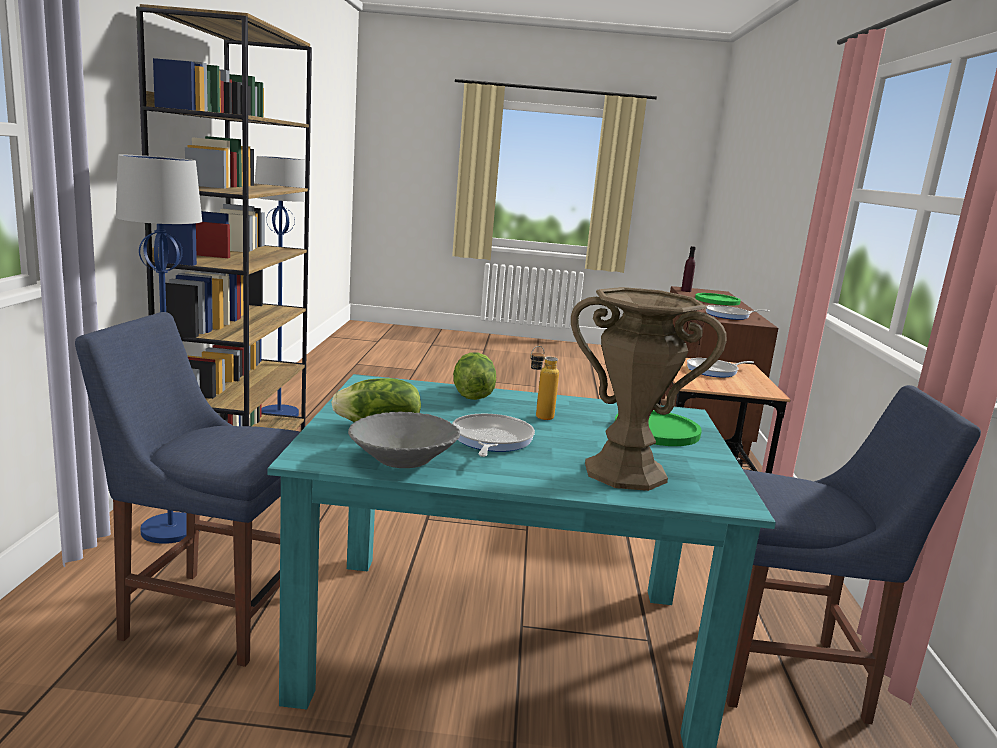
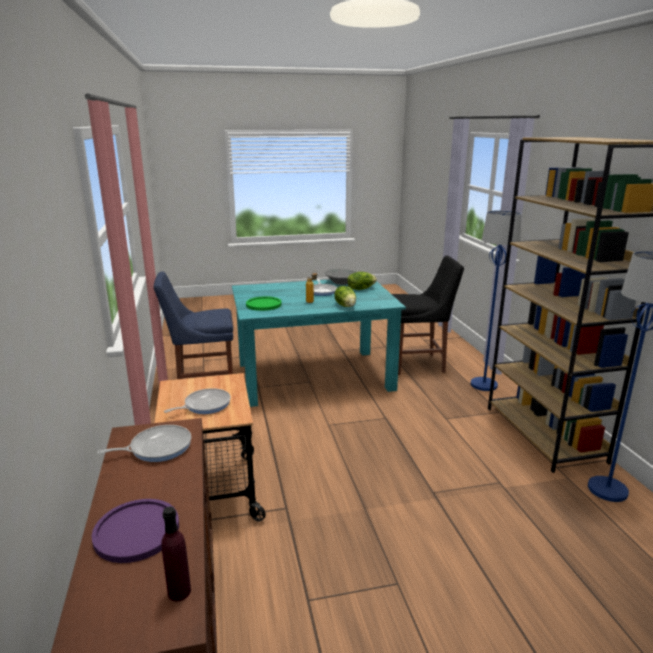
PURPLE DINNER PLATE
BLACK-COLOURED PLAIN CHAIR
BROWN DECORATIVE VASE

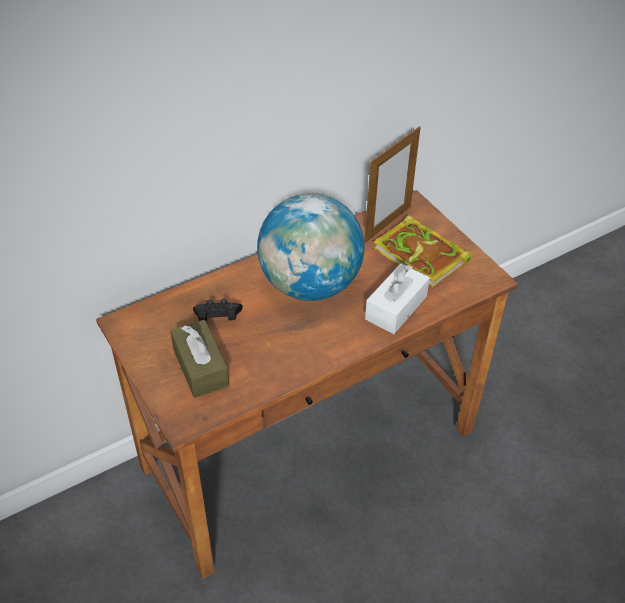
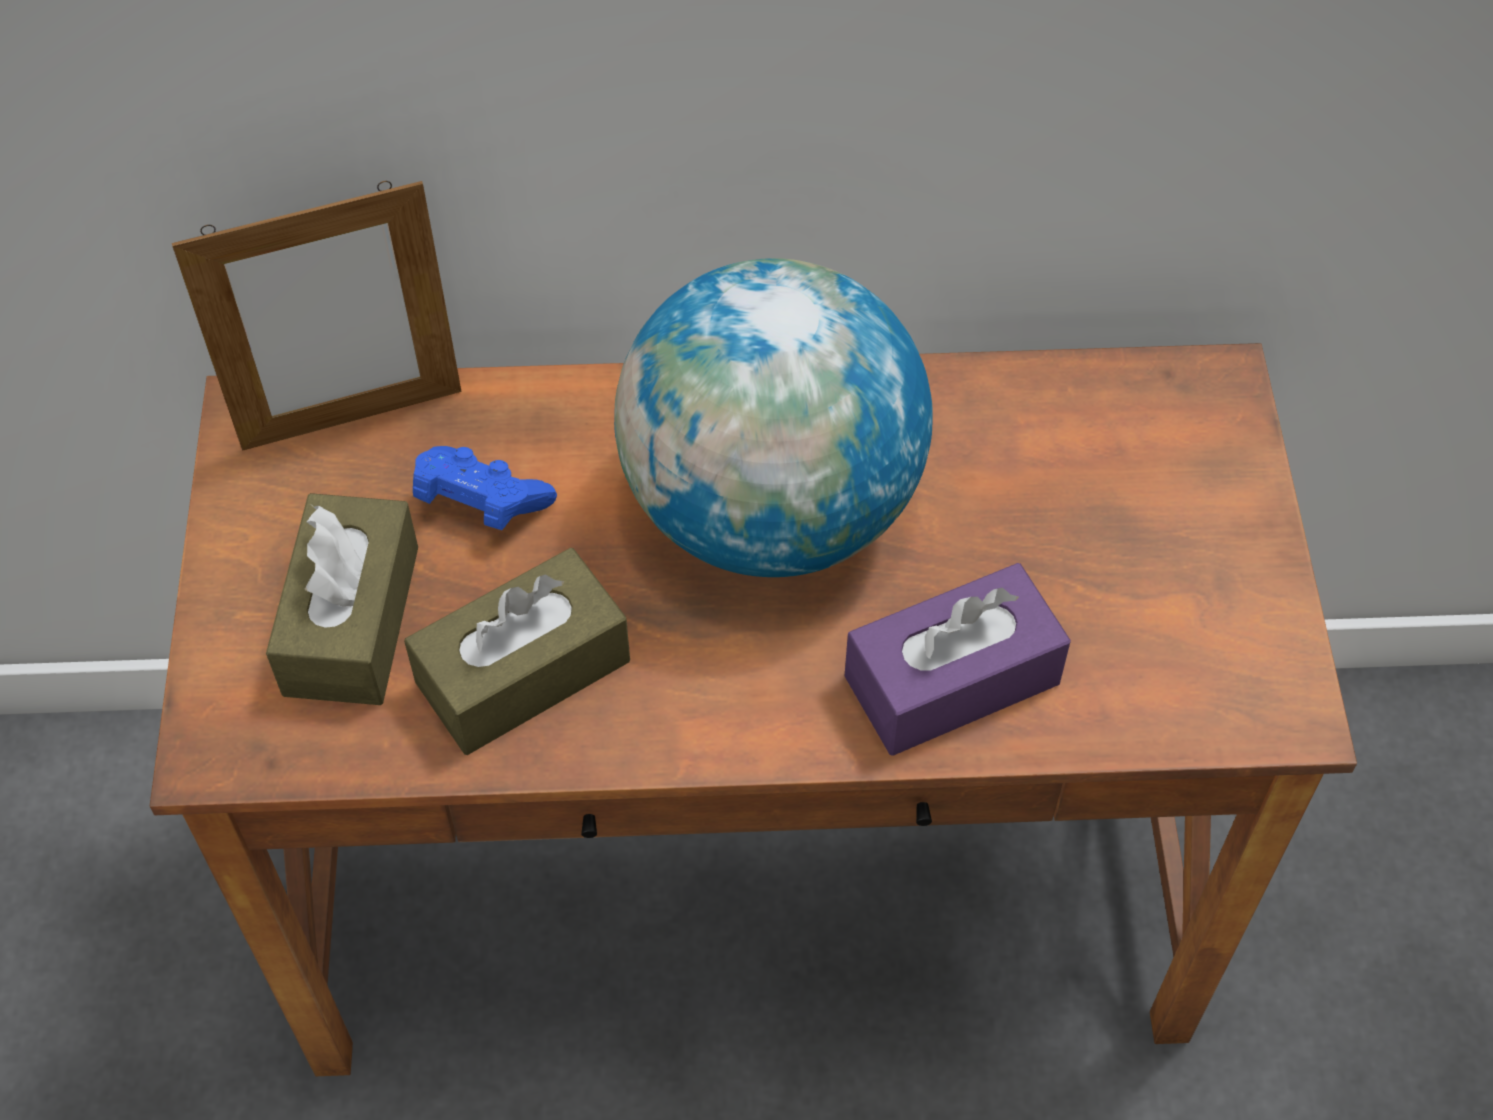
PICTURE FRAME
BROWN TISSUE HOLDER (2nd from left)
BLUE-COLOURED GAMEPAD
PURPLE TISSUE HOLDER
VOLUME

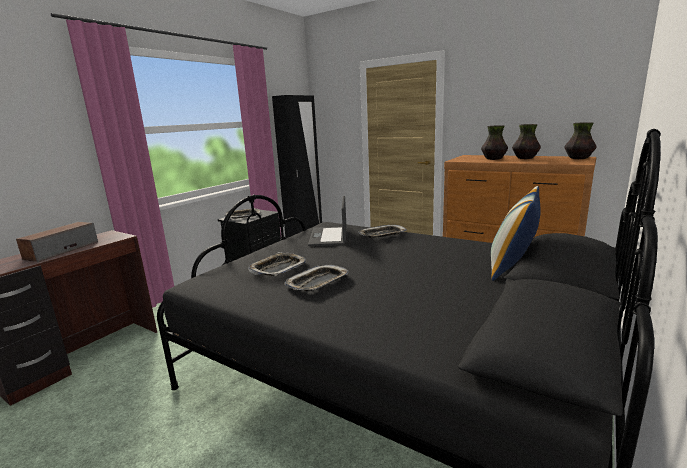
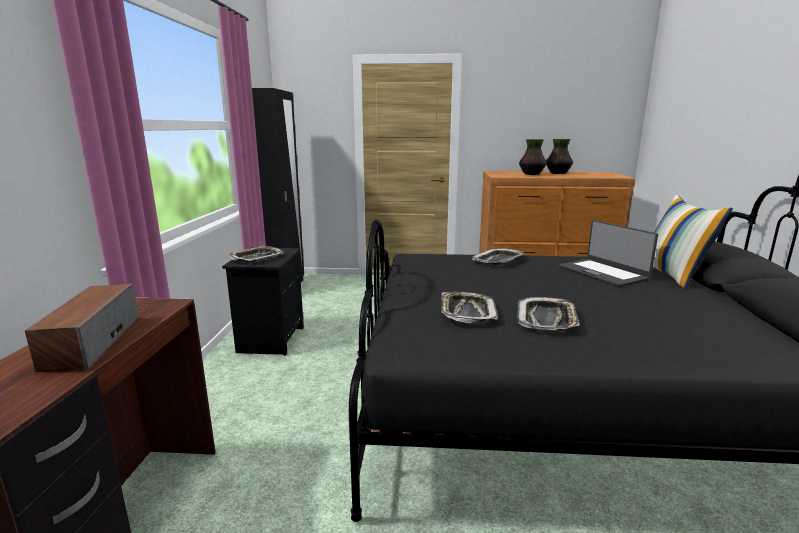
PORTABLE COMPUTER
DECORATIVE VASE (3rd from left in the first image)

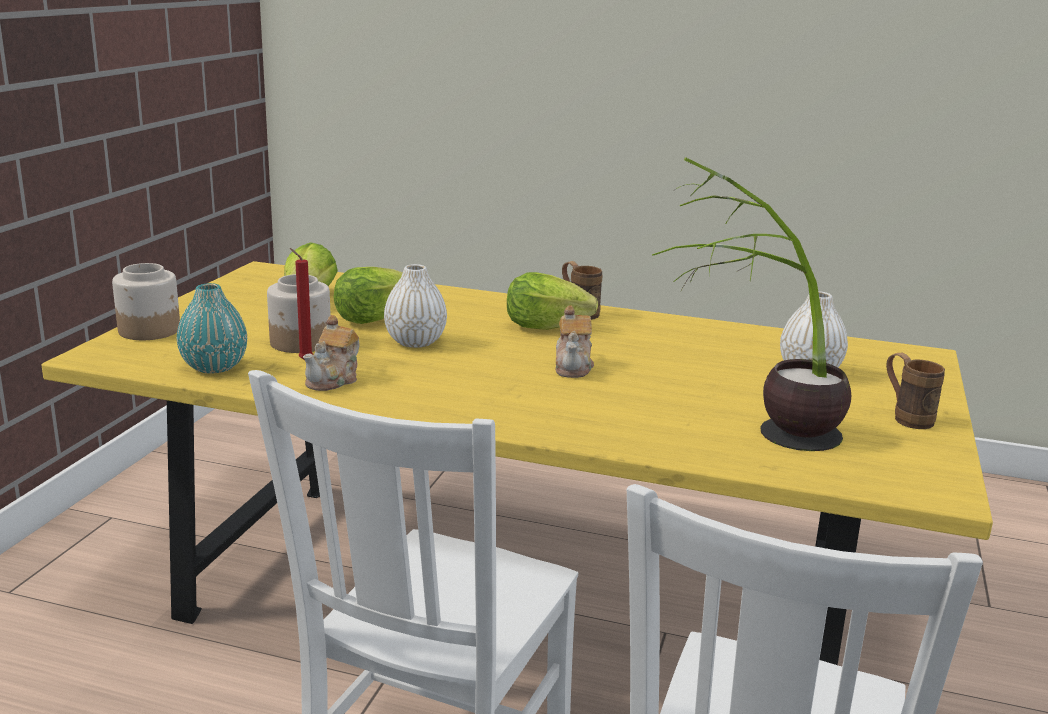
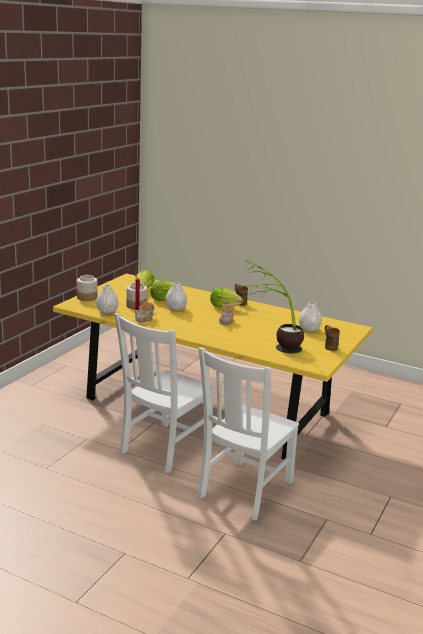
WHITE DECORATIVE VASE (1st from left)

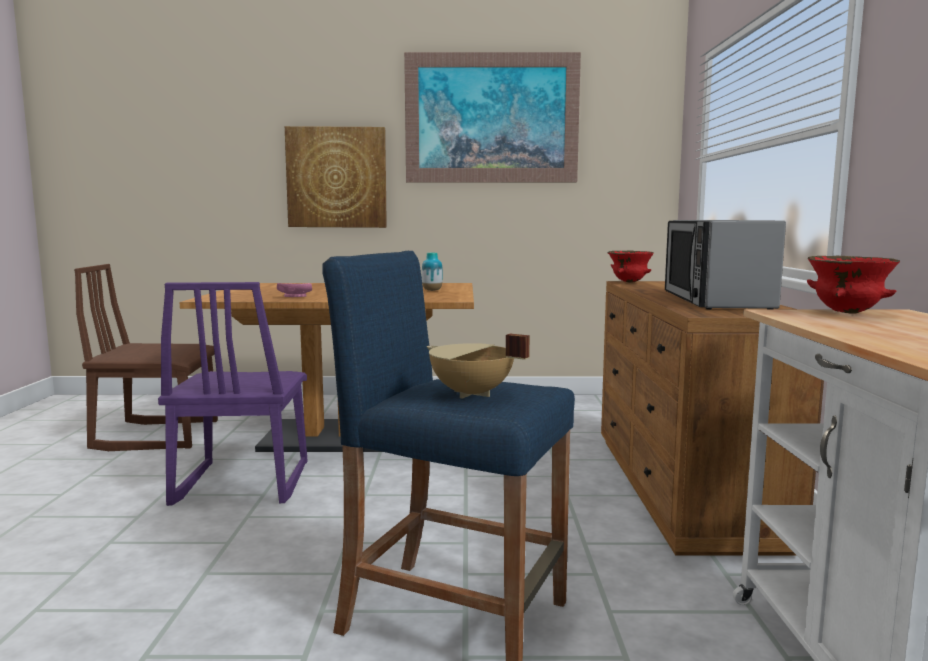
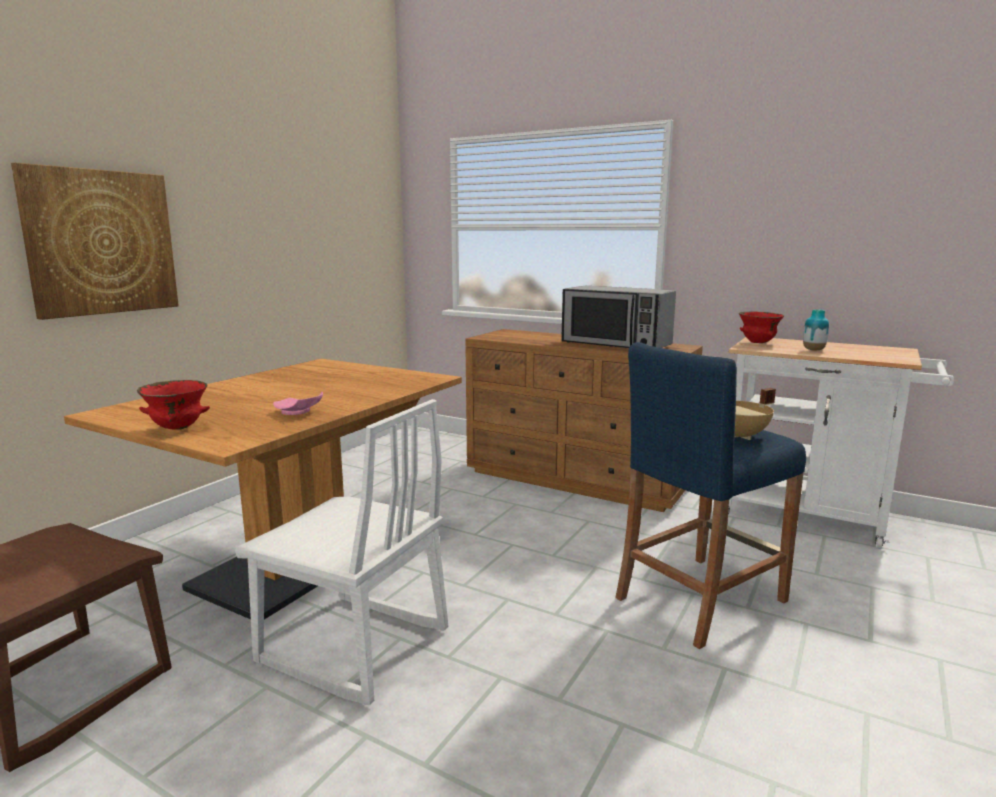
RED DEEP DISH (1st from left)
WHITE PLAIN CHAIR
DECORATIVE VASE
PICTURE (2nd from left in the first image)

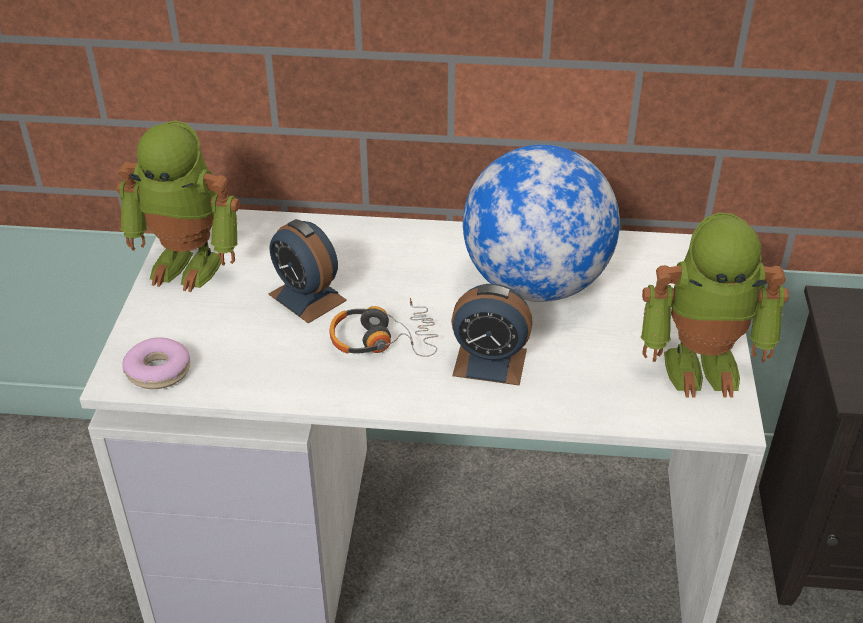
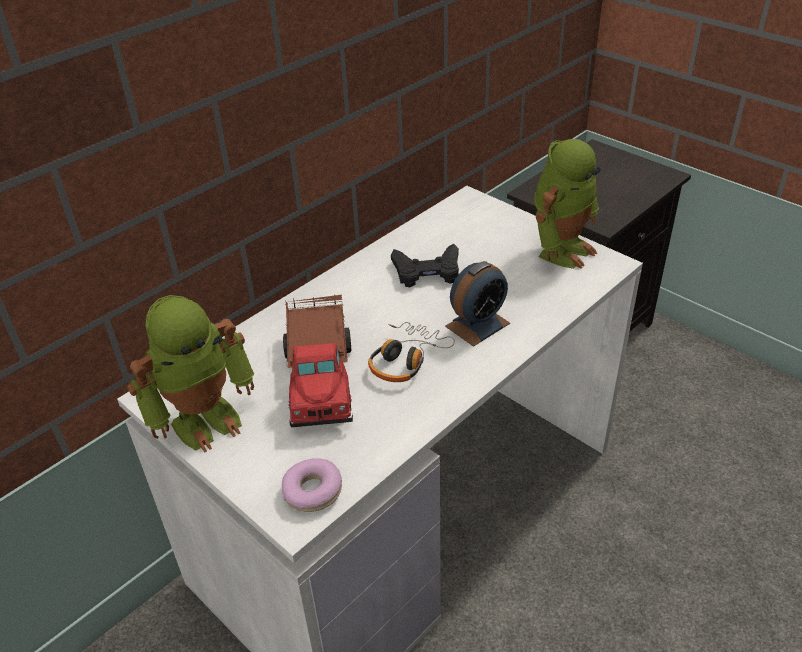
MODEL TRUCK
BLACK-COLOURED GAMEPAD

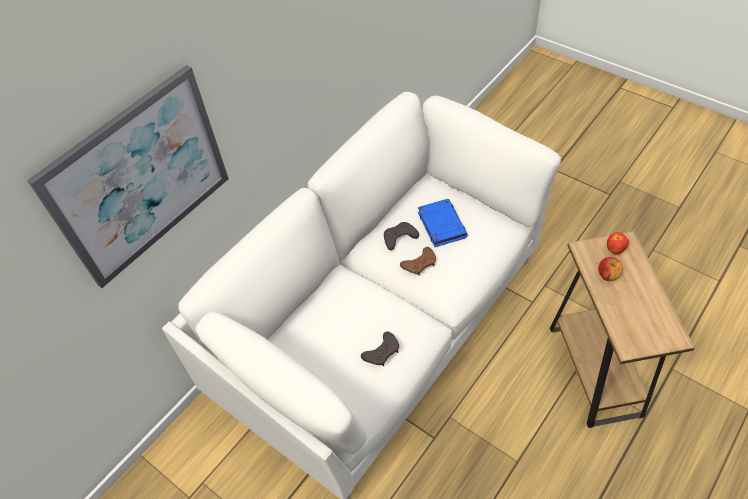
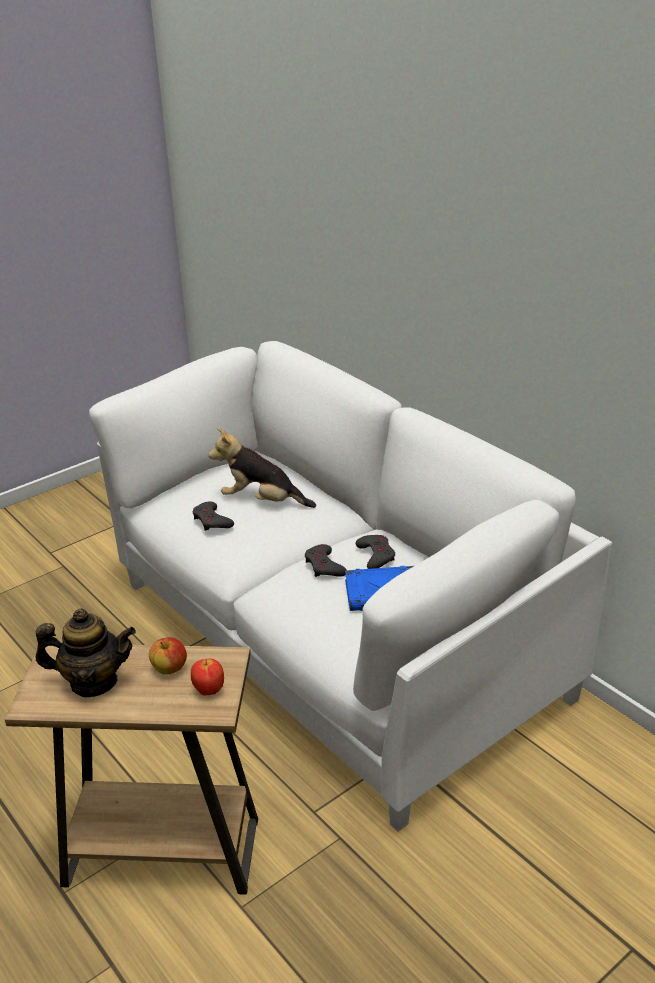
TEA POT
SOFT TOY
GREYISH GAMEPAD (2nd from left)
PICTURE

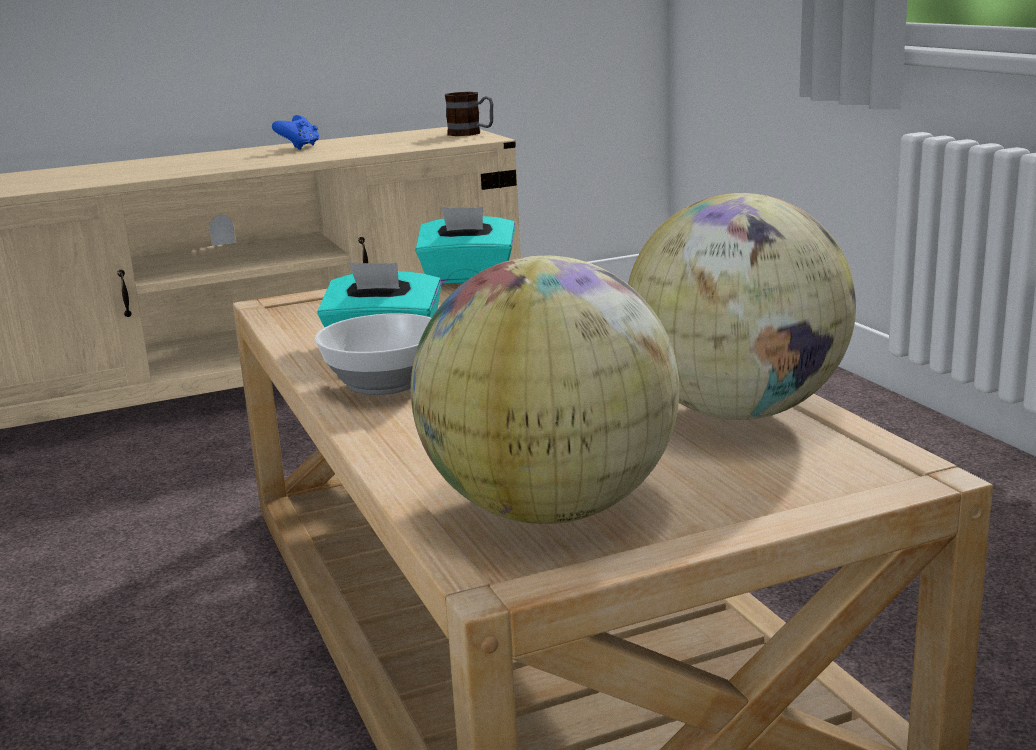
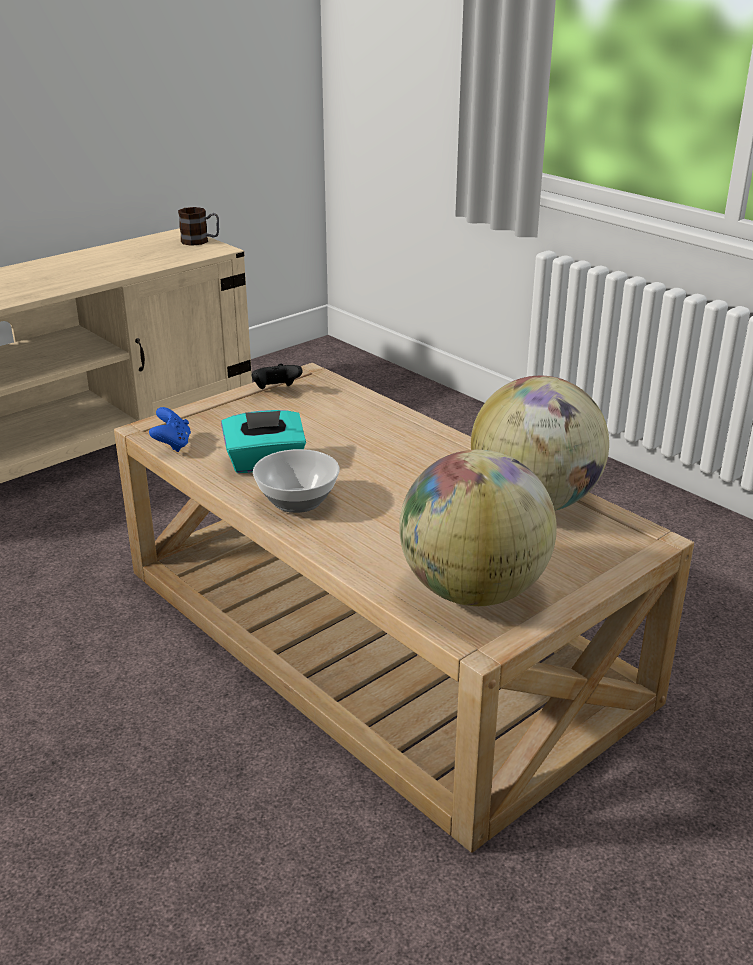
BLUE-COLOURED GAMEPAD
BLACK-COLOURED GAMEPAD

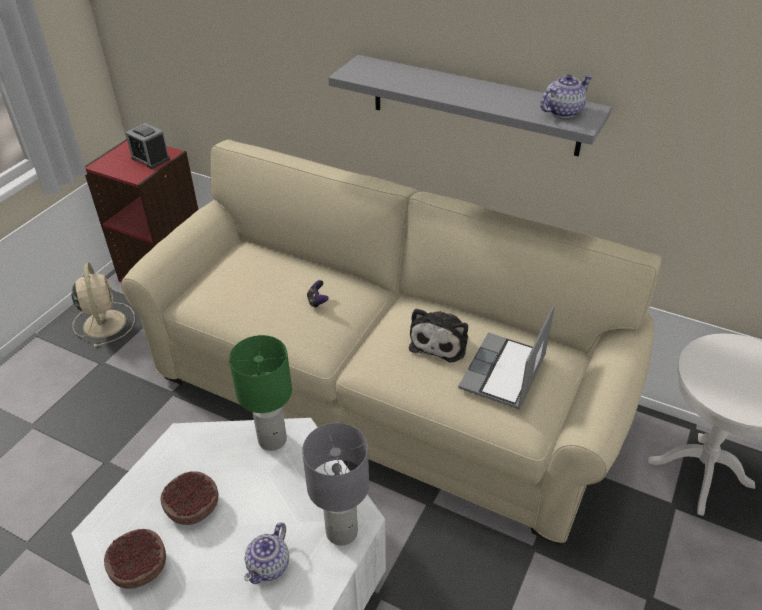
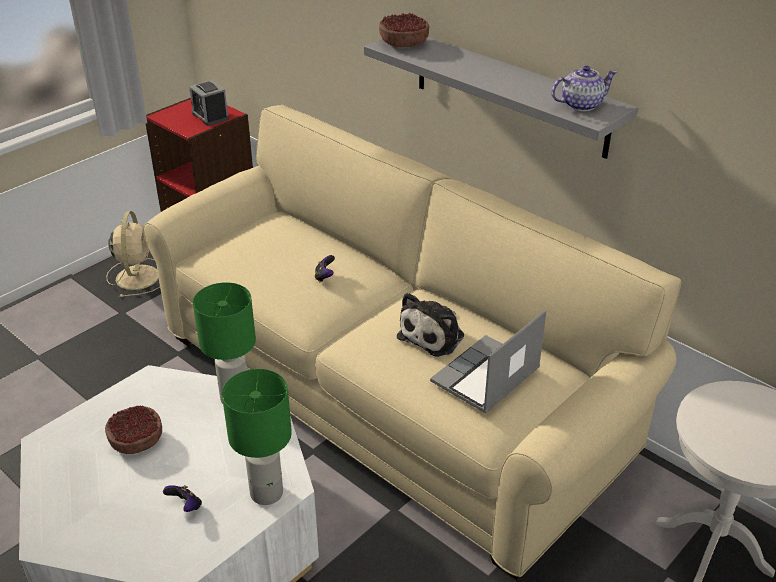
GAMEPAD (1st from left)
GREENISH LAMP FOR A TABLE (2nd from left)
DEEP DISH (2nd from left)

